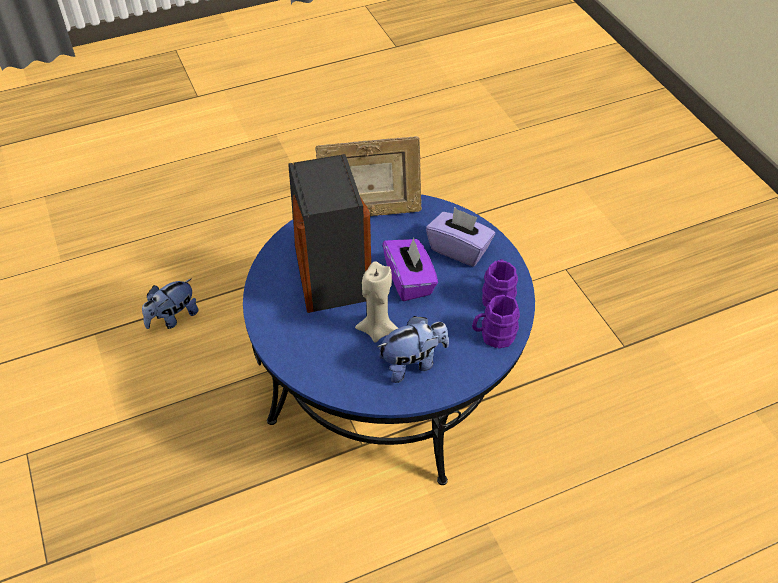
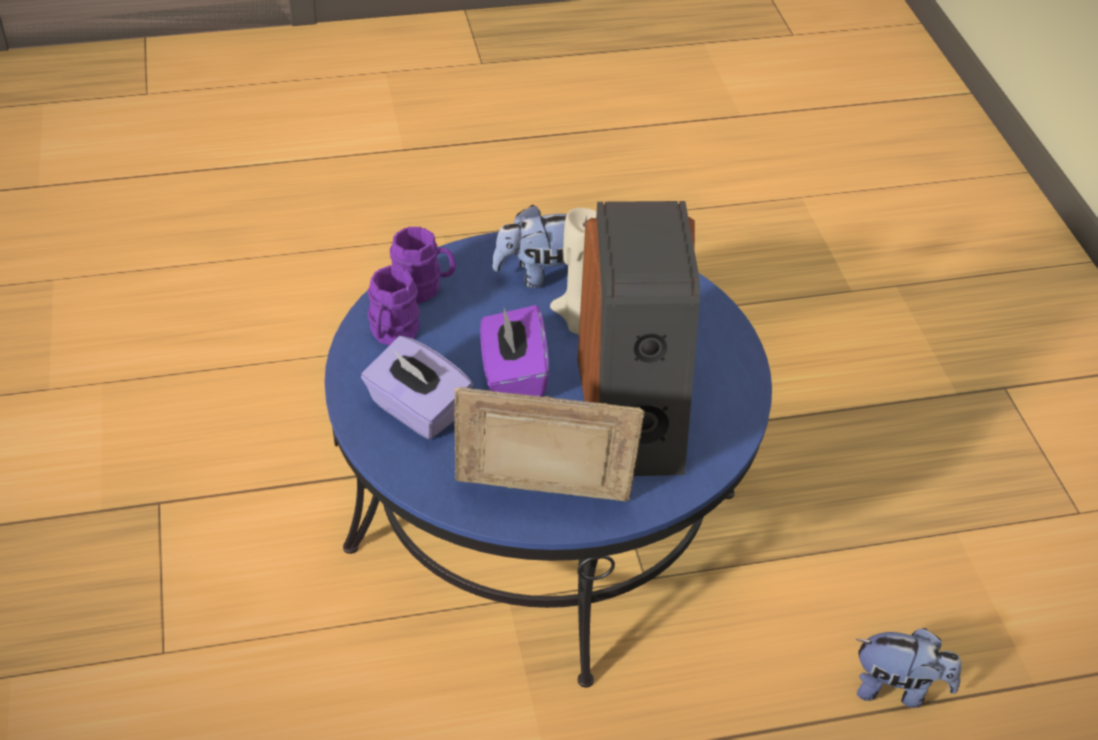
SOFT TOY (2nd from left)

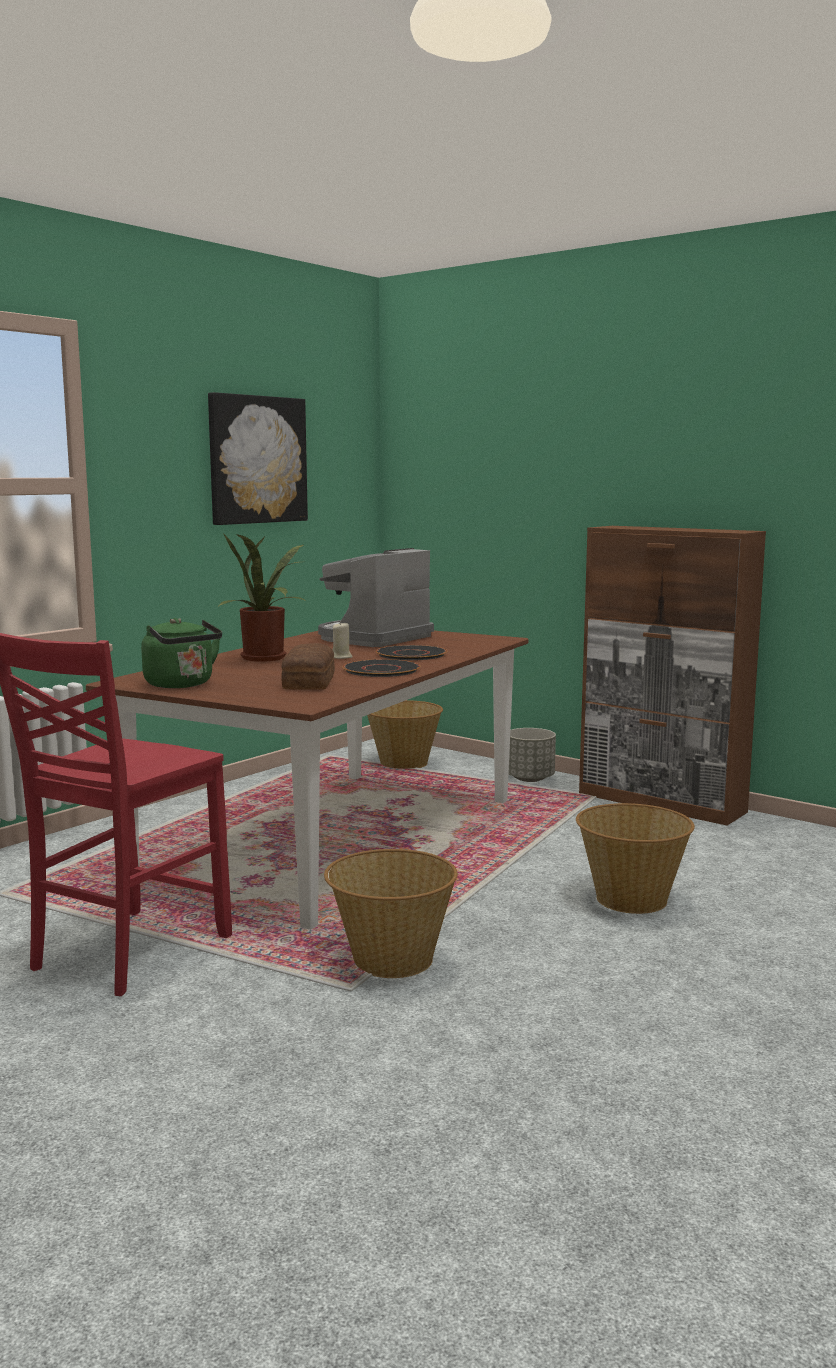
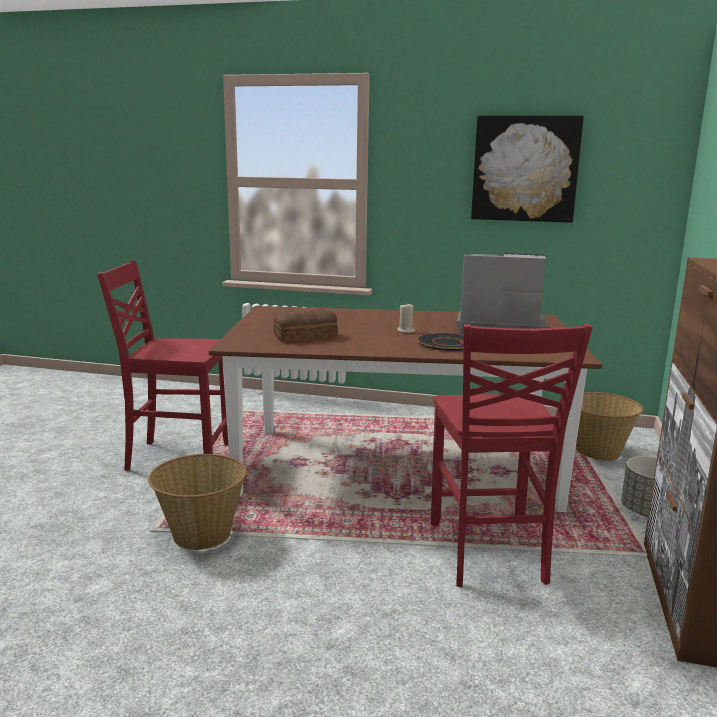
RED PLAIN CHAIR (2nd from left)
GREENISH KETTLE
HOUSEPLANT
BLACK-COLOURED DINNER PLATE (1st from left in the first image)
HOUSEHOLD BASKET (3rd from left in the first image)

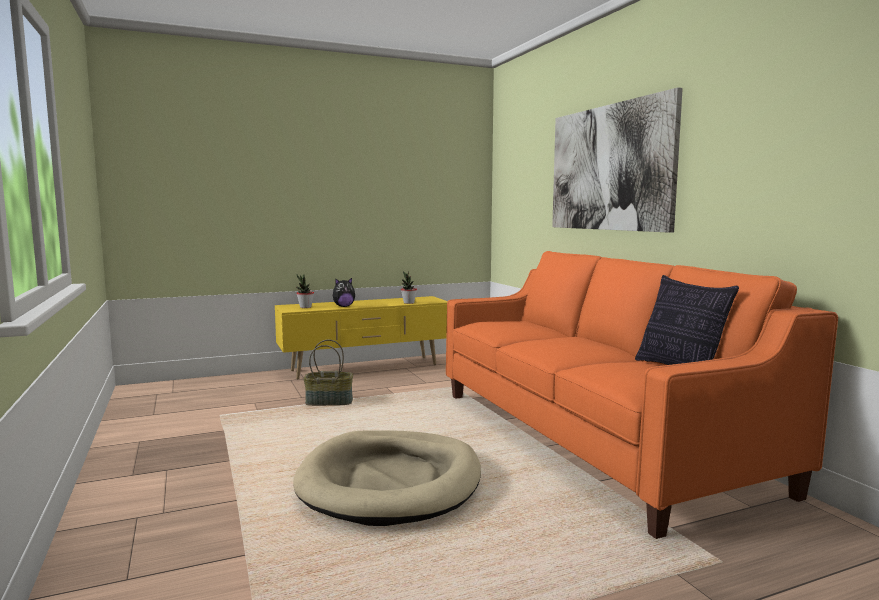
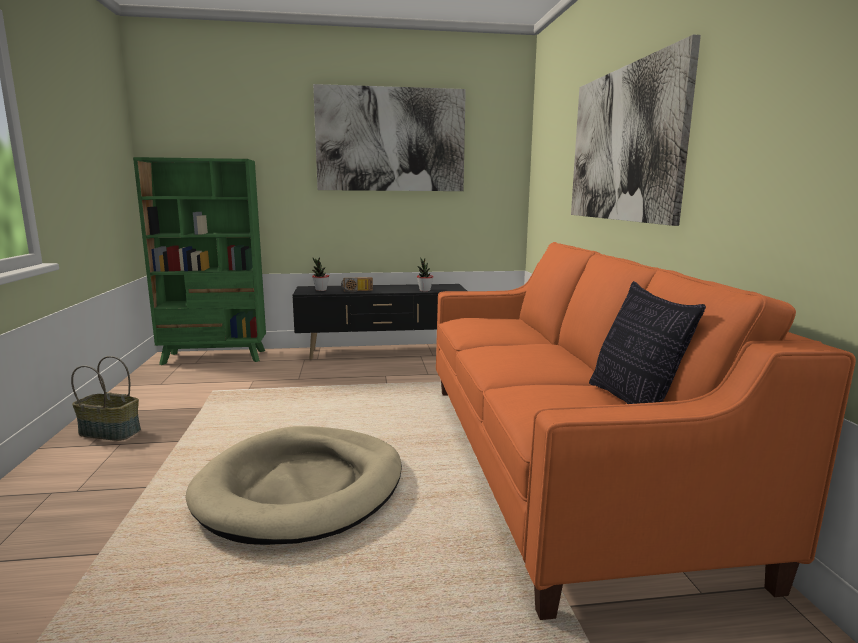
HOUSEHOLD BASKET
GREENISH BOOKSHELF
BLACK-COLOURED MEDIA CONSOLE
PICTURE (1st from left)
RADIO SET

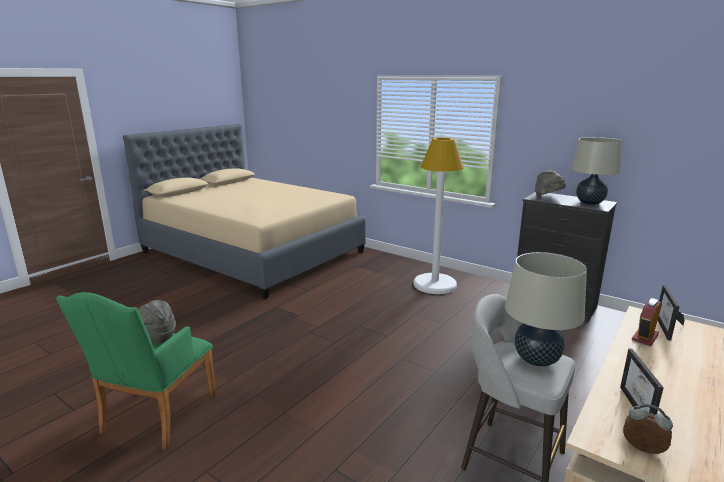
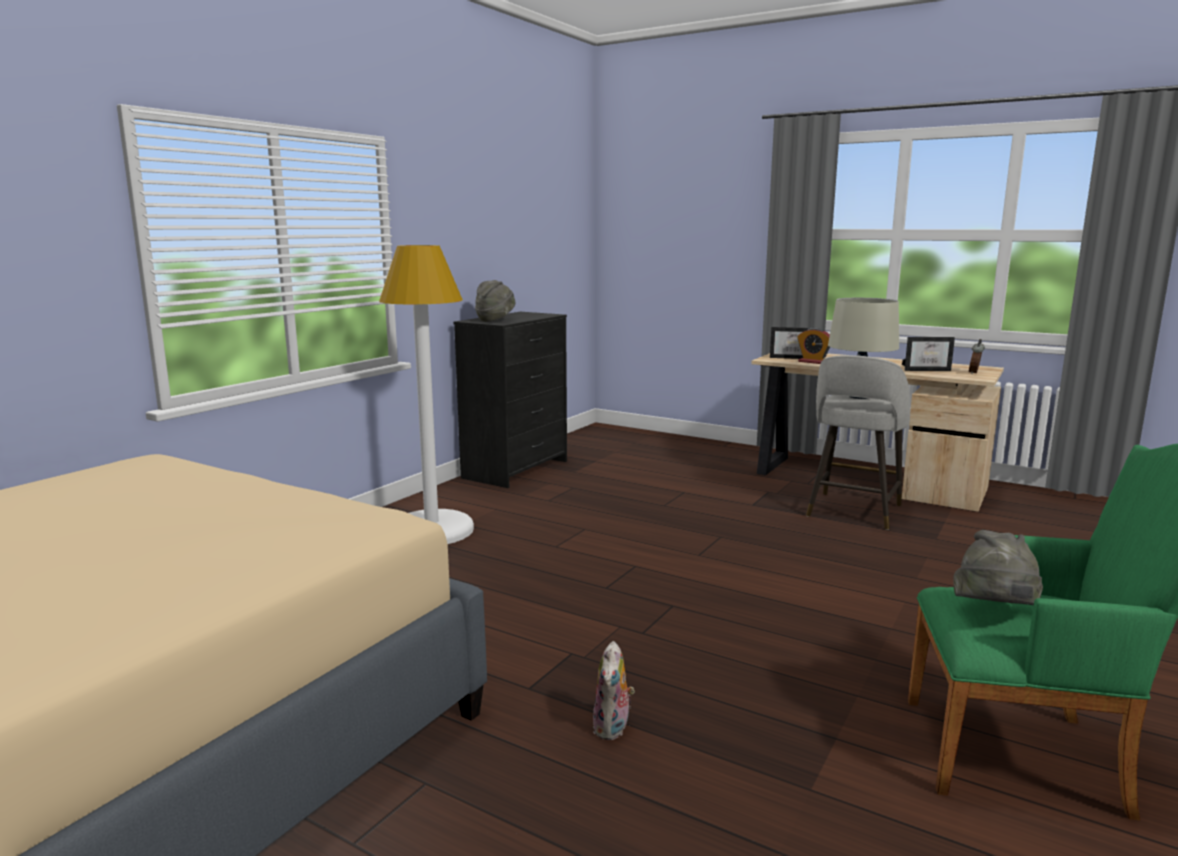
SOFT TOY
SAND-COLOURED LAMP FOR A TABLE (2nd from left in the first image)

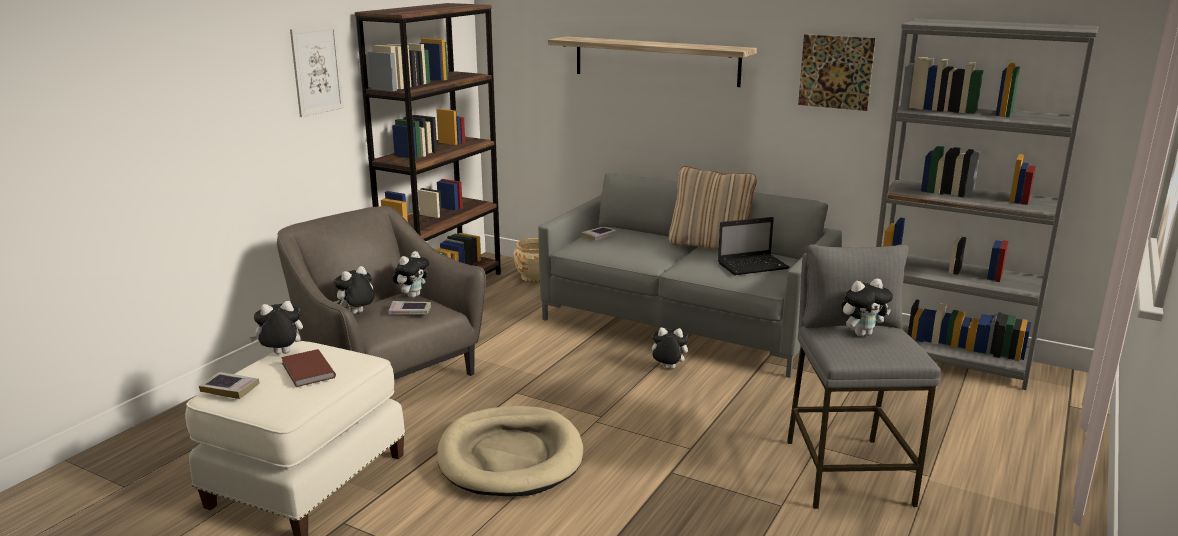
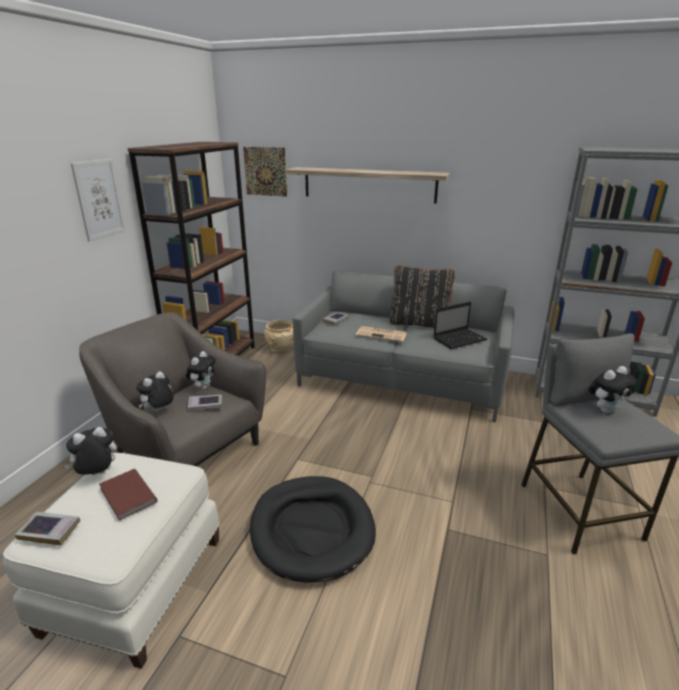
PICTURE (2nd from left)
BLACK-COLOURED DOG CUSHION
DAILY PAPER
BLACK-COLOURED PILLOW
SOFT TOY (4th from left in the first image)

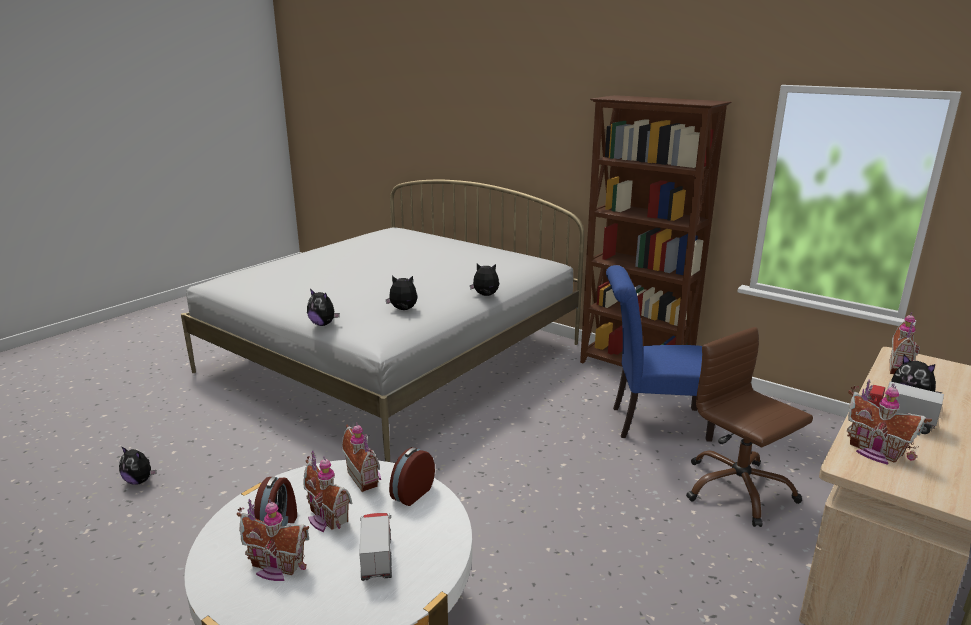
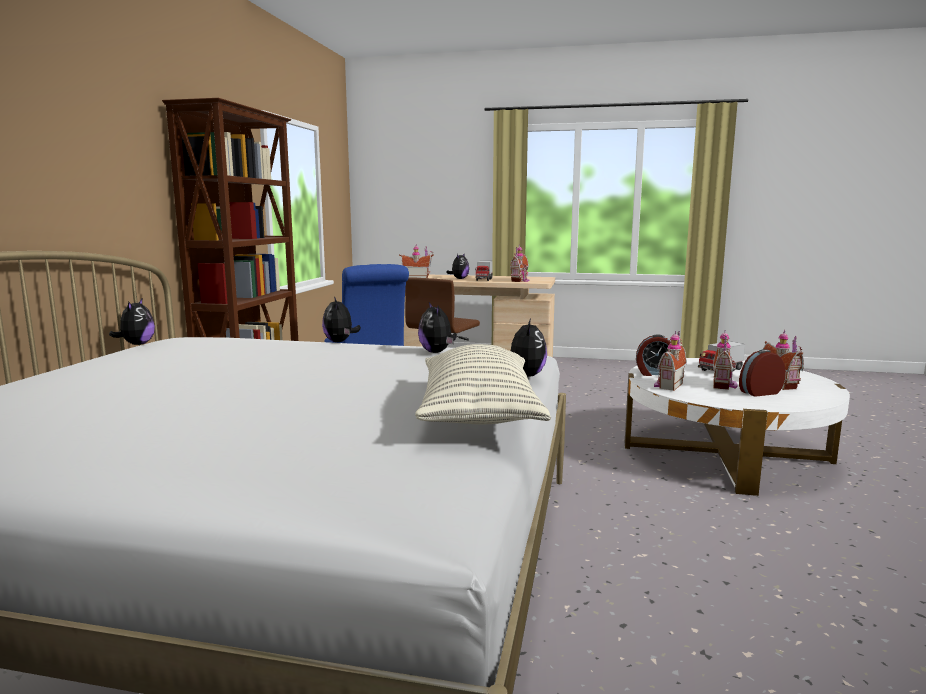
SOFT TOY (1st from left)
PILLOW

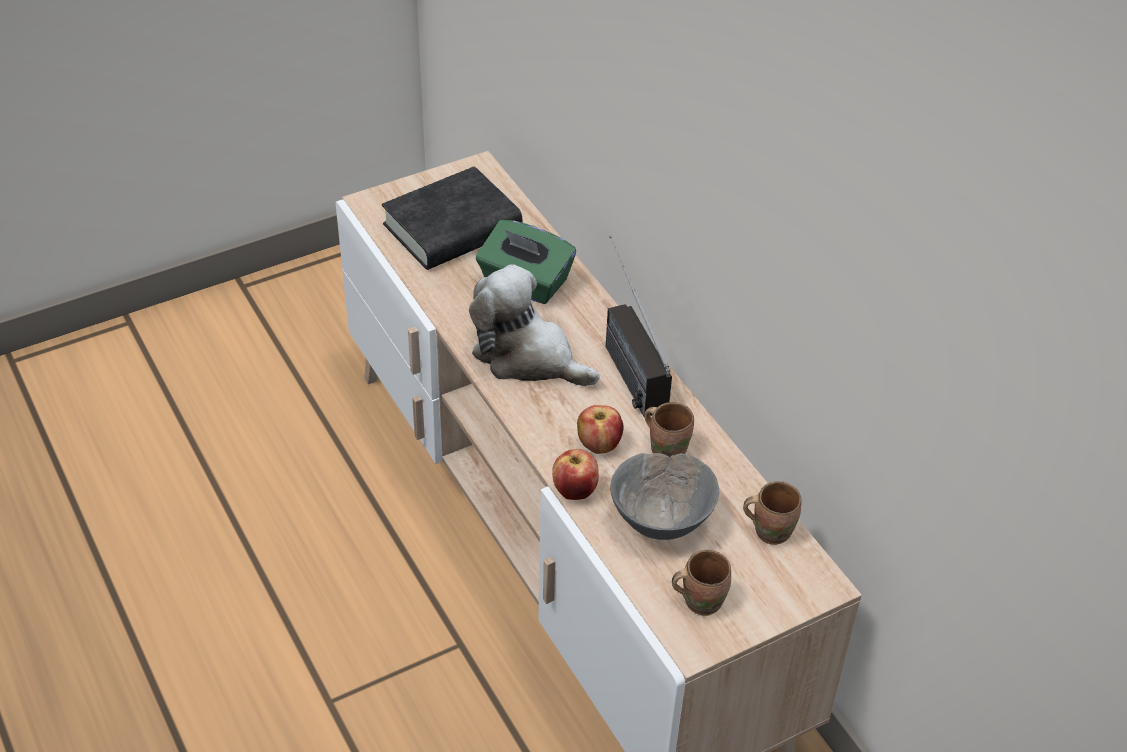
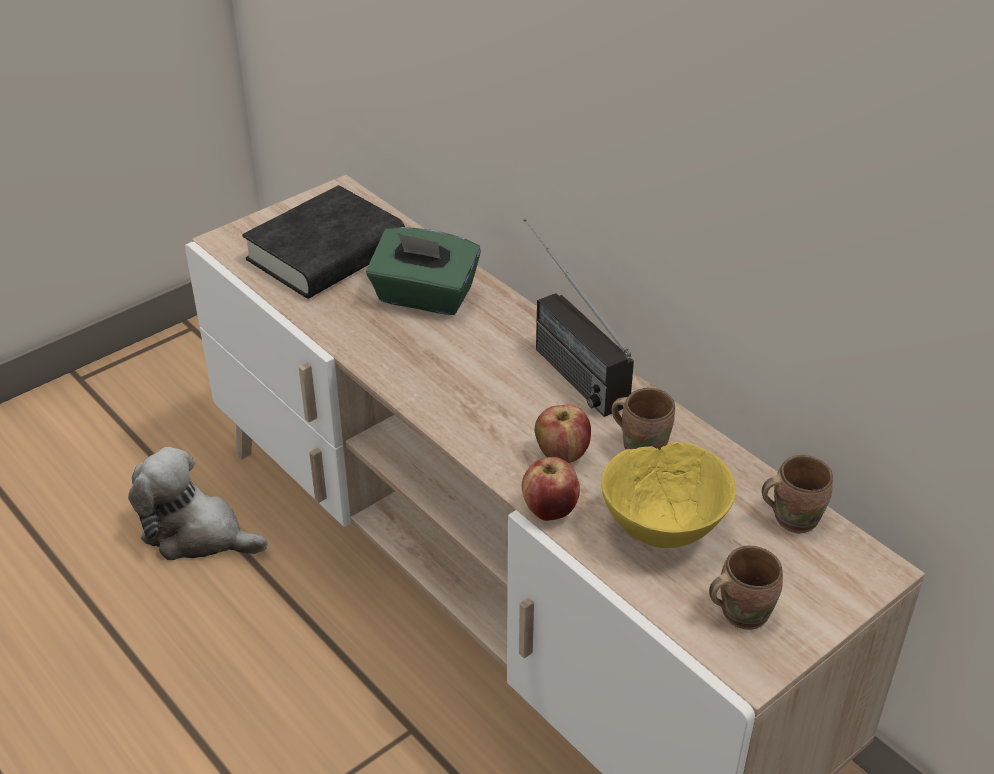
SOFT TOY
YELLOW-COLOURED DEEP DISH

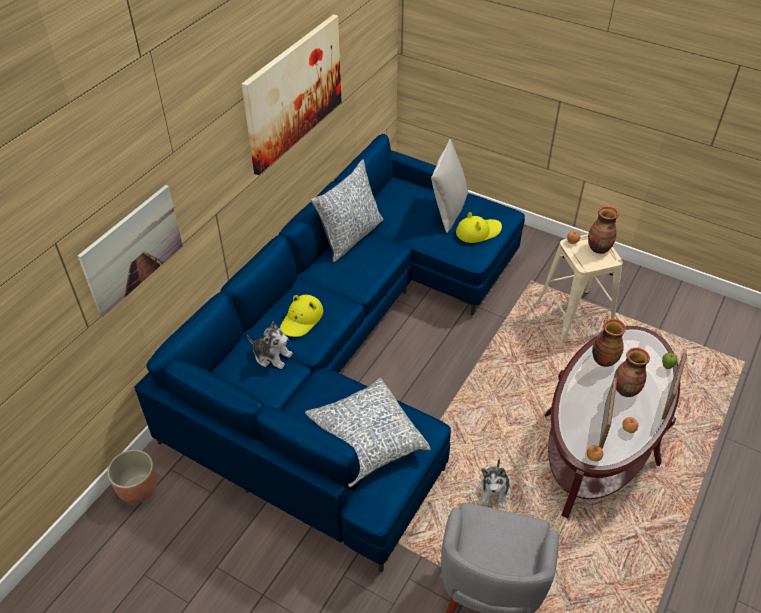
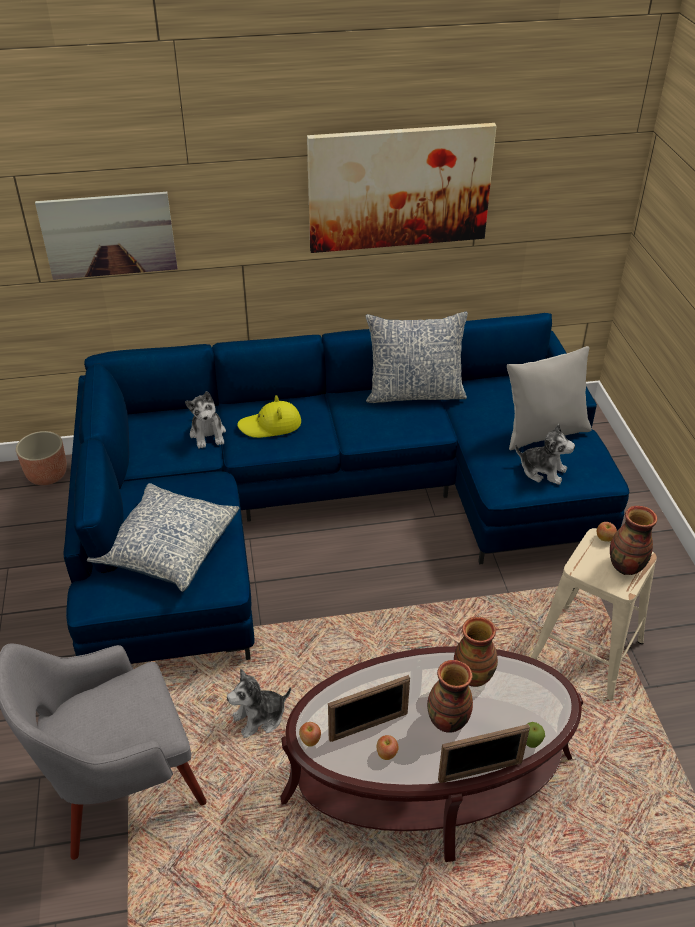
SOFT TOY (3rd from left)

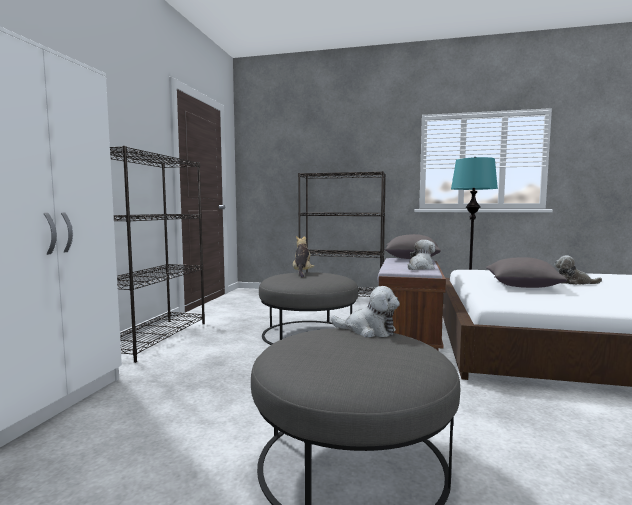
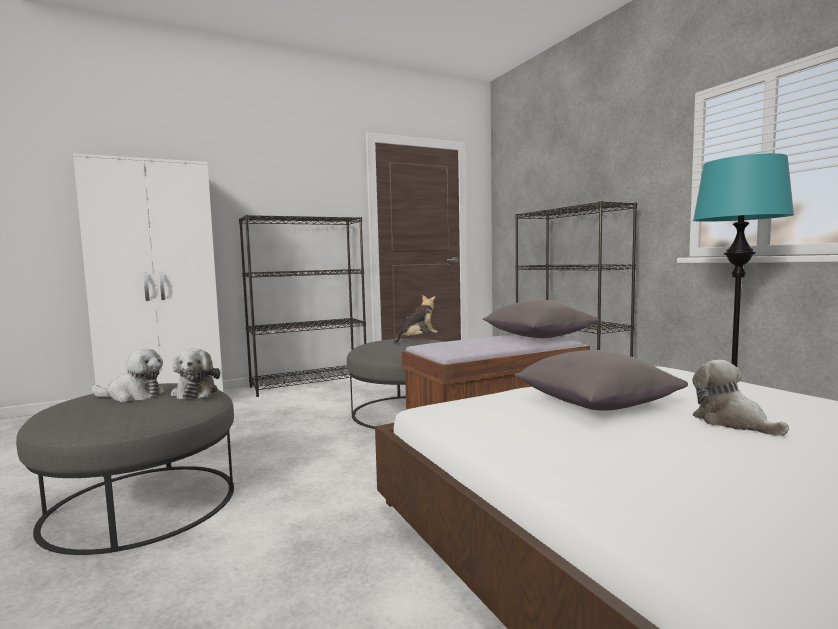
SOFT TOY (1st from left)

